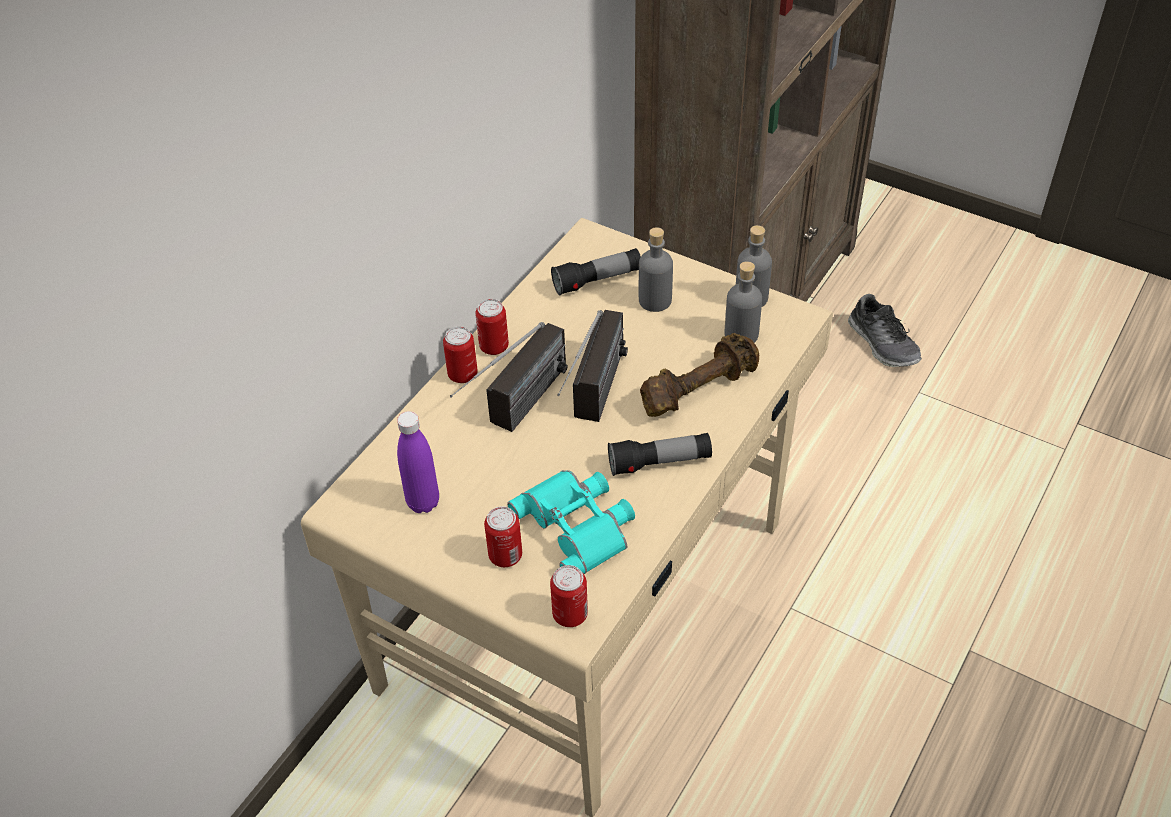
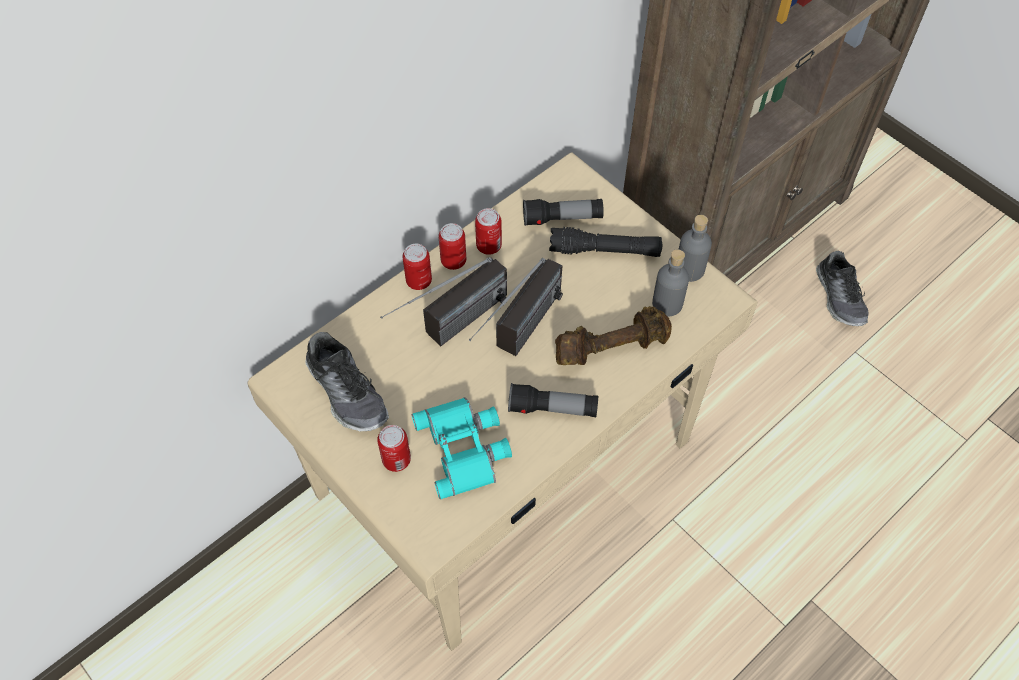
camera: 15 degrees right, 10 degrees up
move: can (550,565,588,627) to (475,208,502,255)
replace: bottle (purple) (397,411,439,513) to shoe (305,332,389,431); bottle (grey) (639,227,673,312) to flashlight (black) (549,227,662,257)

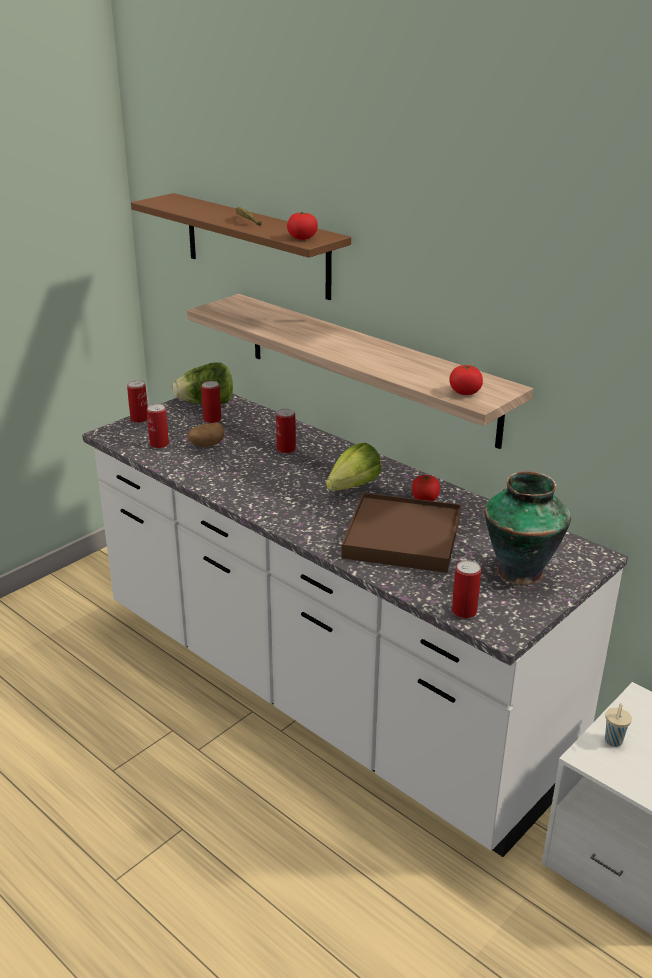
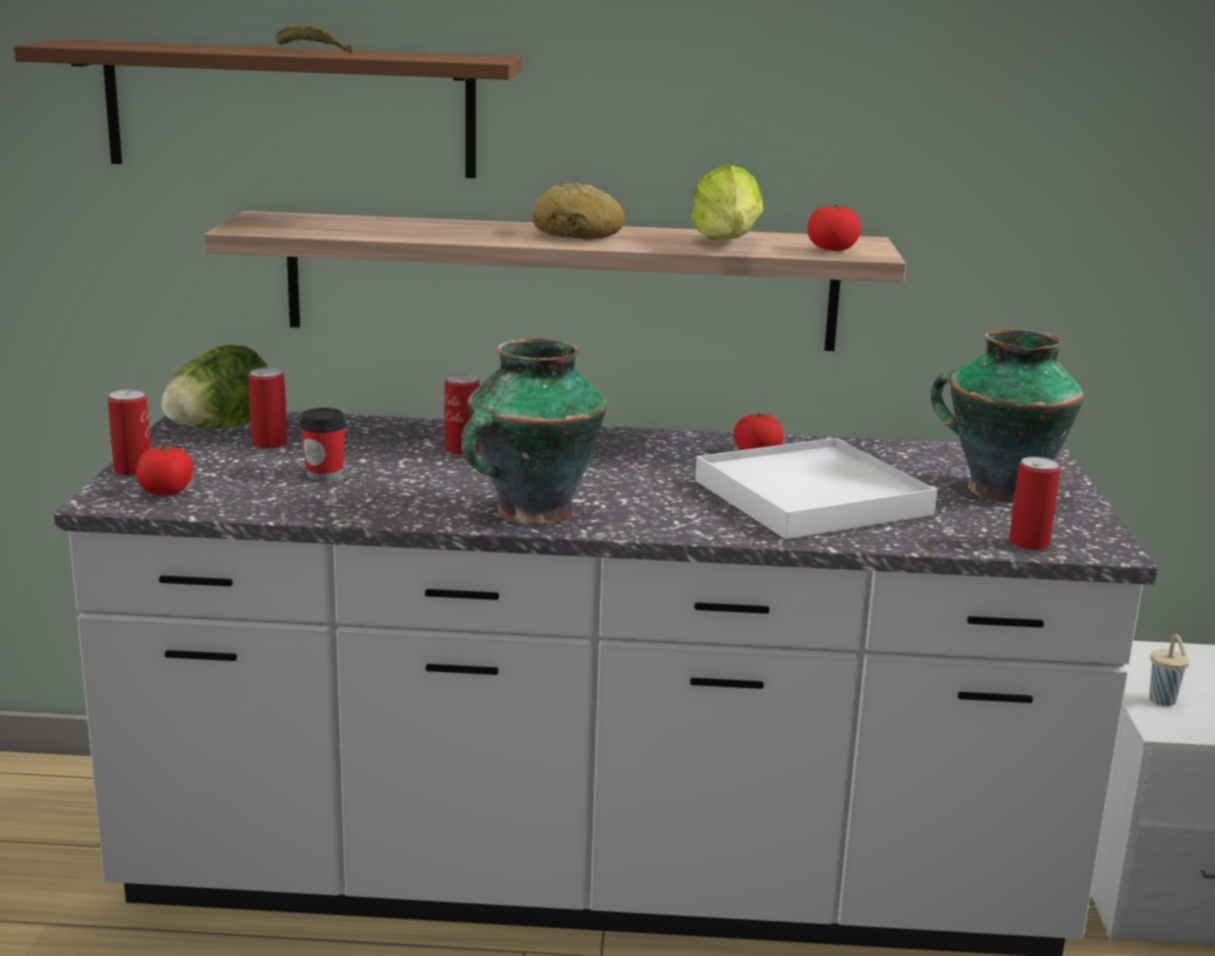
camera: 40 degrees left, 10 degrees down
delete: can (147,404,169,449)
insert: vase (461,338,606,525); bread (532,183,624,240)
move: tomato (287,212,318,240) to (136,446,193,496); lettuce (326,443,381,491) to (691,164,764,240)
replace: potato (187,423,225,447) to cup (300,408,346,481)
recolor: tray (brown) (341,493,461,573) to tray (white) (695,438,937,539)

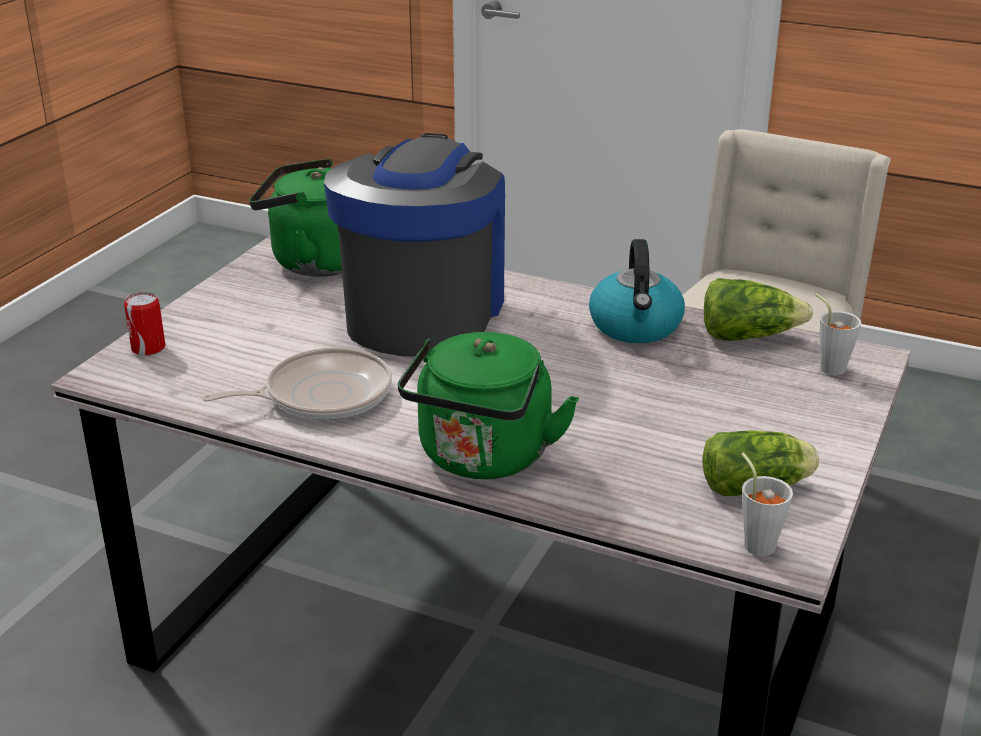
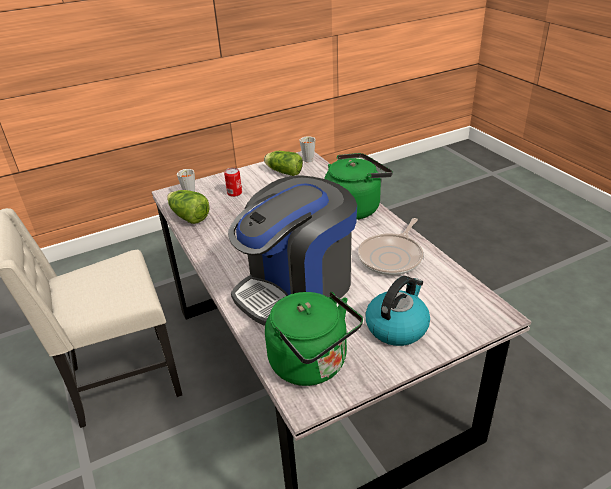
camera: 140 degrees left, 5 degrees up
move: can (124,292,165,356) to (224,168,242,197); kettle (589,239,685,343) to (365,276,430,346)
rotate: frying pan (202,348,392,420) = (358,218,423,275) 75 degrees counterclockwise

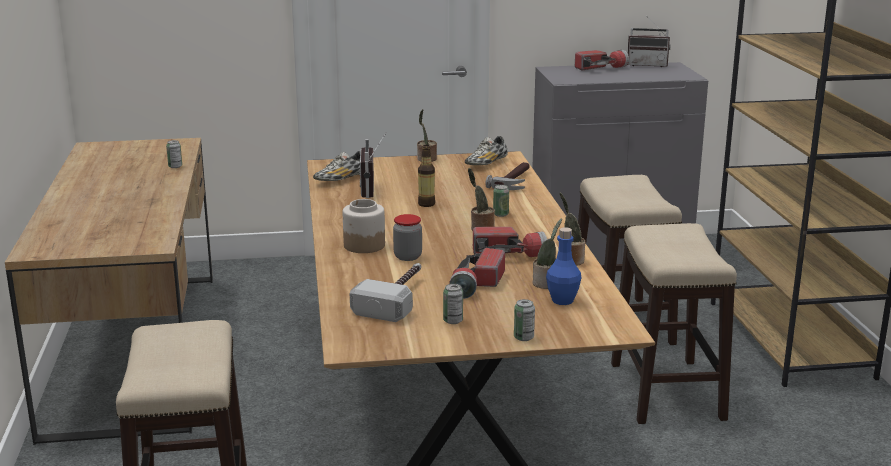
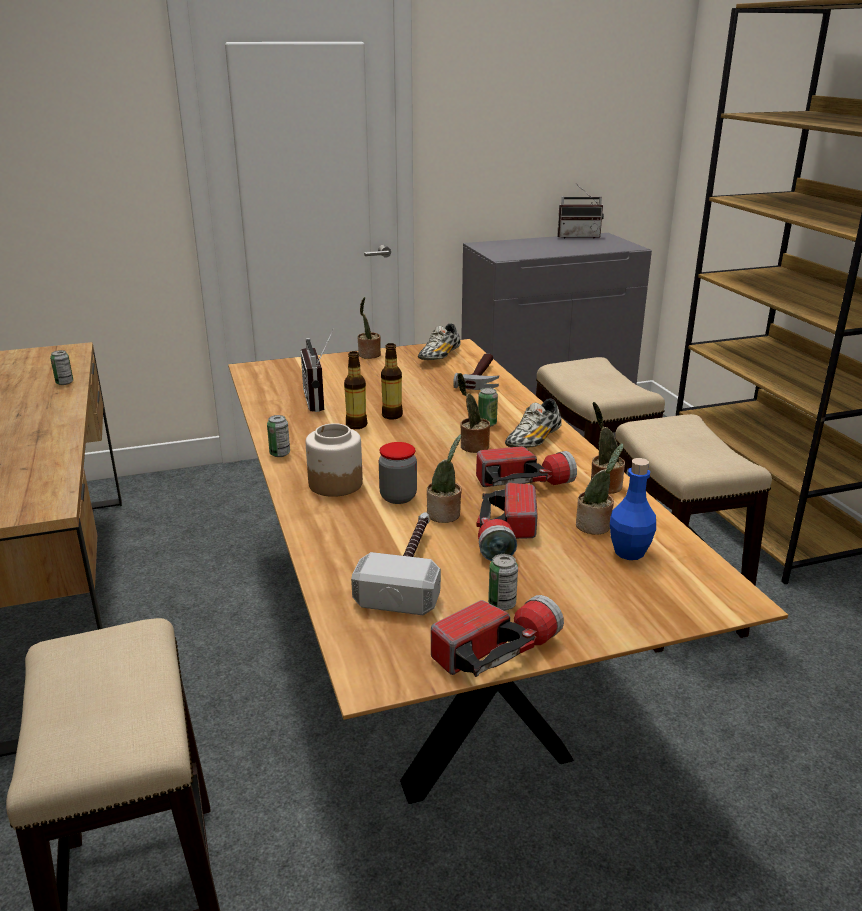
camera: 10 degrees left, 5 degrees up
insert: bottle (344,351,367,429); potted plant (427,435,462,523)
move: shoe (313,151,361,181) to (505,399,562,448); can (514,299,535,341) to (267,415,290,457); flashlight (575,50,629,70) to (431,595,564,677)

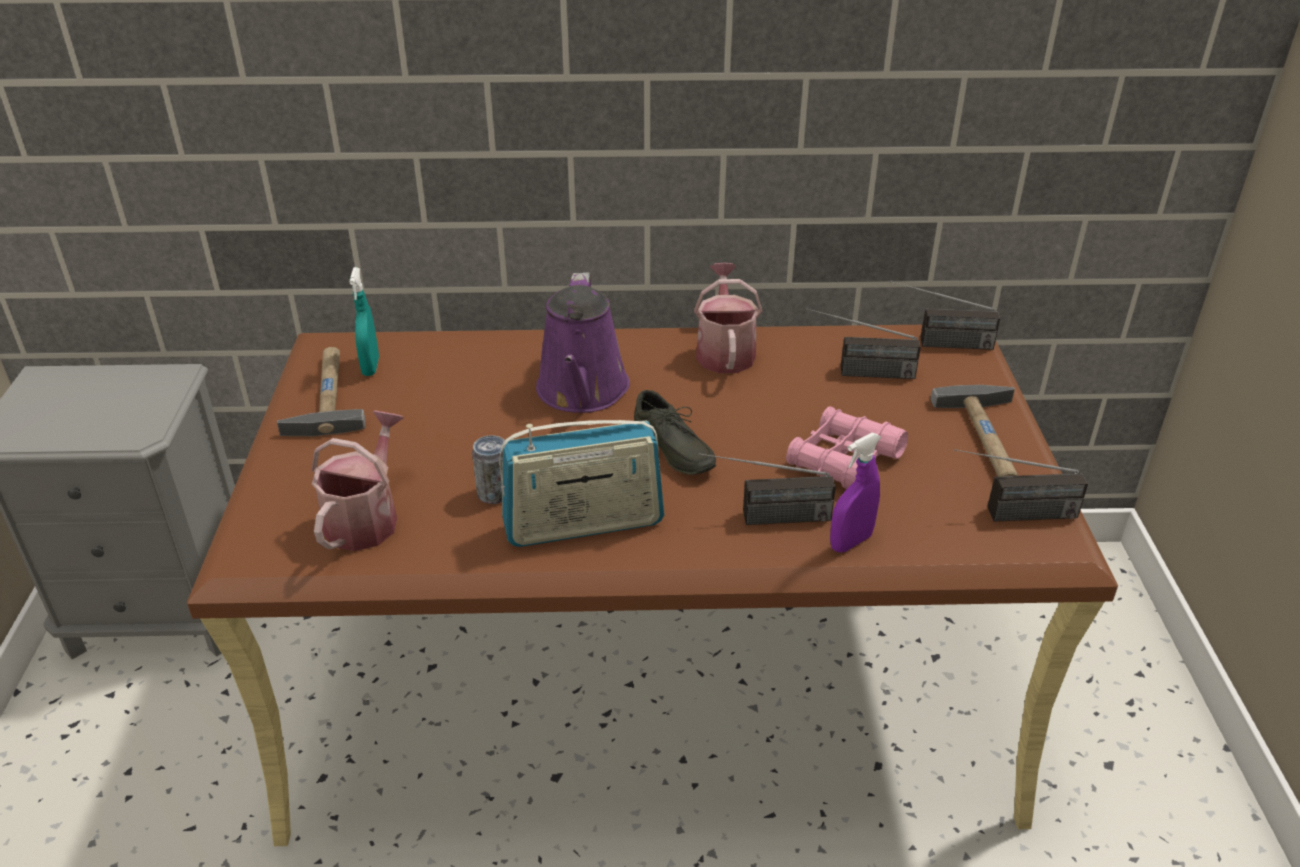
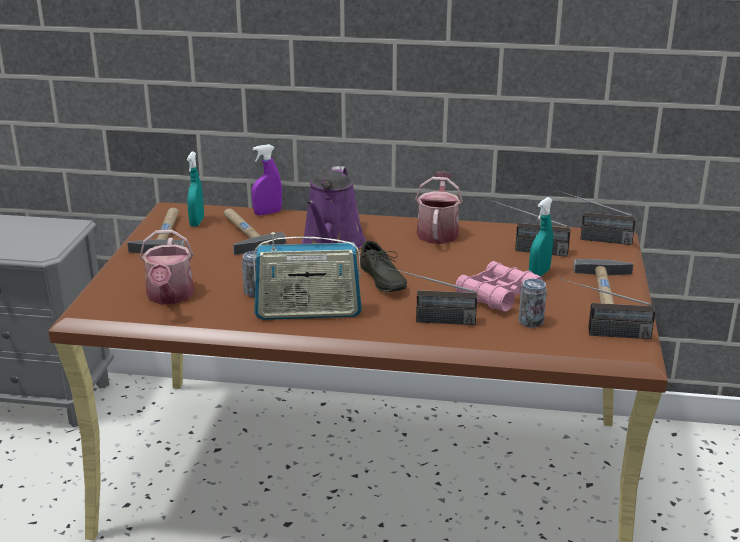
camera: 10 degrees right, 10 degrees down
insert: hammer (223,208,286,255); can (519,278,547,328); spray bottle (turquoise) (529,197,553,276)
move: spray bottle (purple) (830,433,881,553) to (252,144,282,216)
rotate: watering can (311,410,404,551) = (140,230,194,304) 150 degrees clockwise

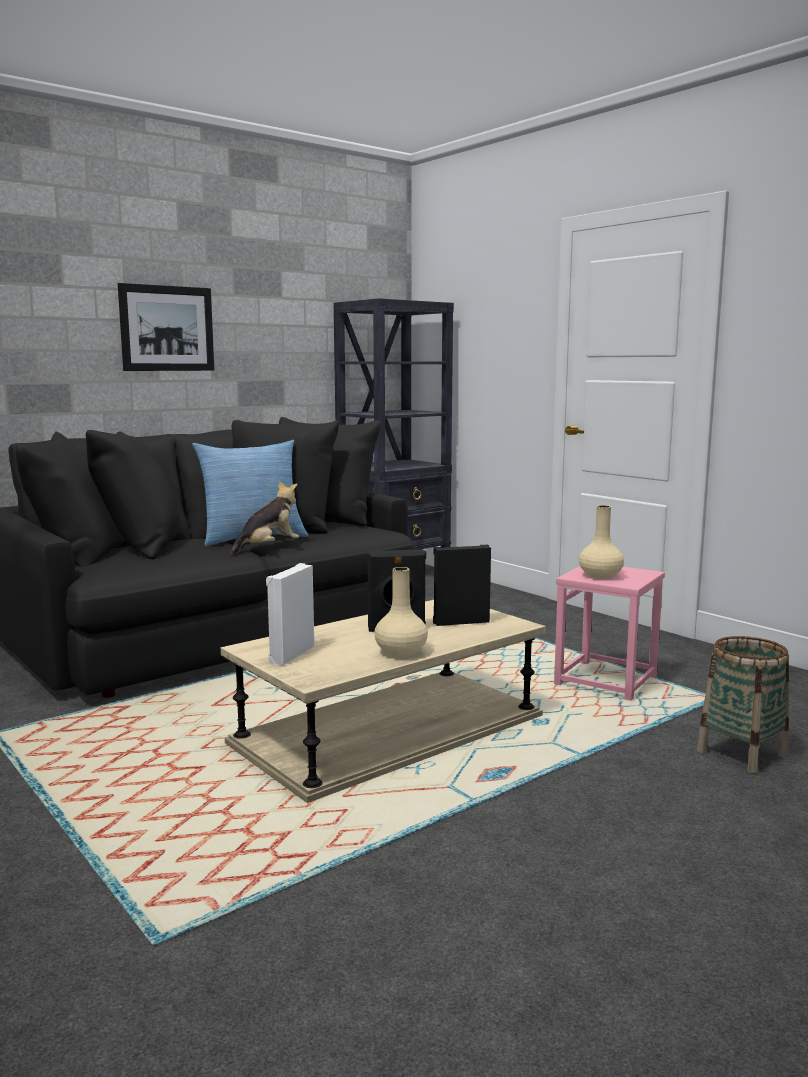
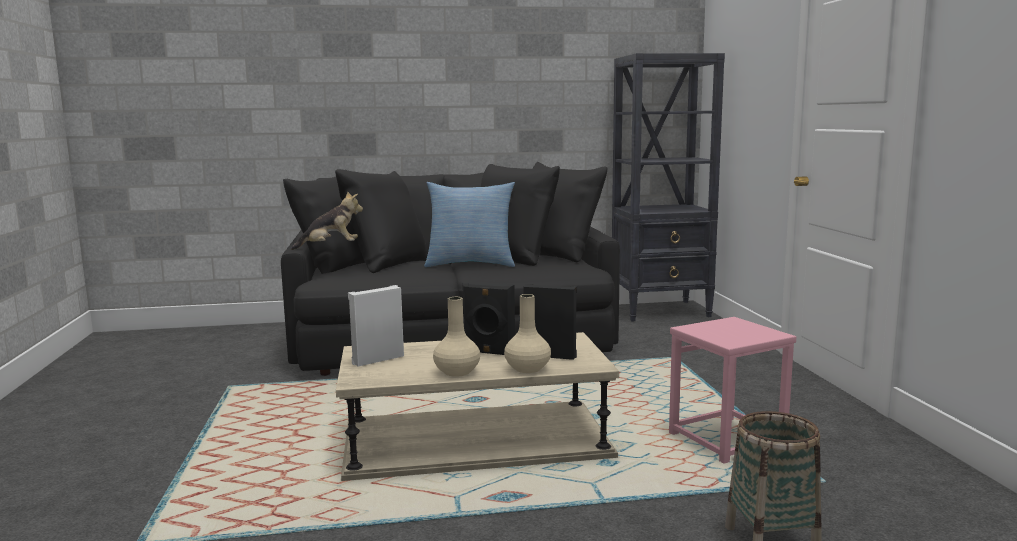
camera: 30 degrees right, 0 degrees up
delete: picture (118,283,214,371)
move: plush toy (230,481,299,555) to (291,191,363,250); vase (beige) (579,505,624,579) to (504,294,551,373)

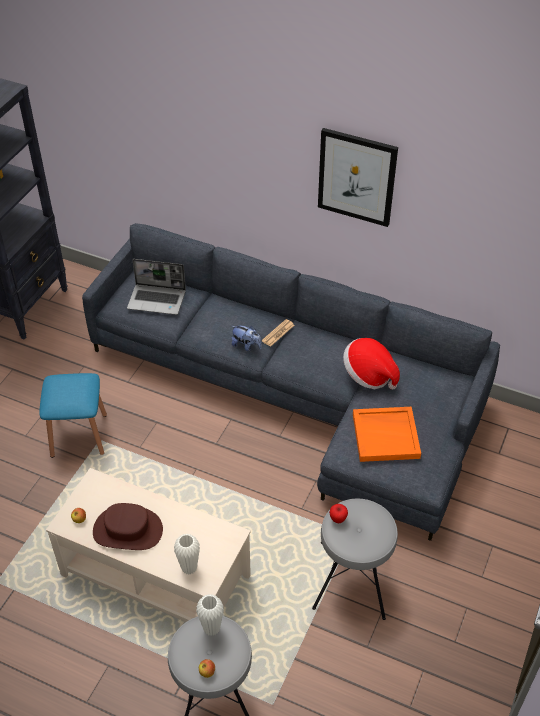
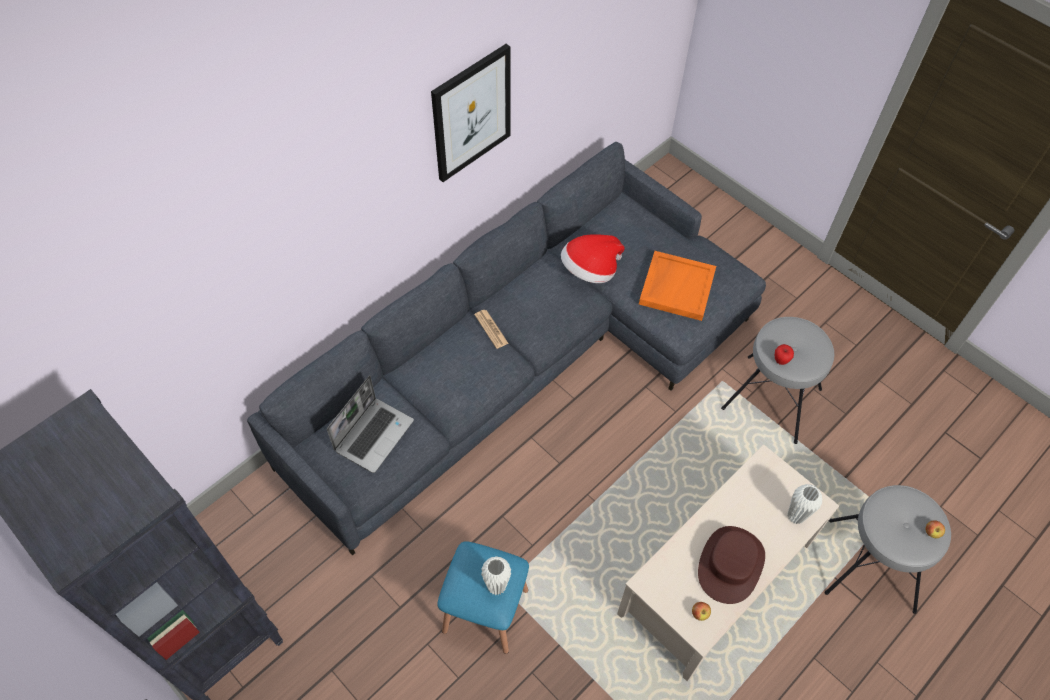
camera: 70 degrees left, 10 degrees up
delete: plush toy (232,326,262,351)
move: vase (white) (196,594,224,636) to (481,556,511,595)

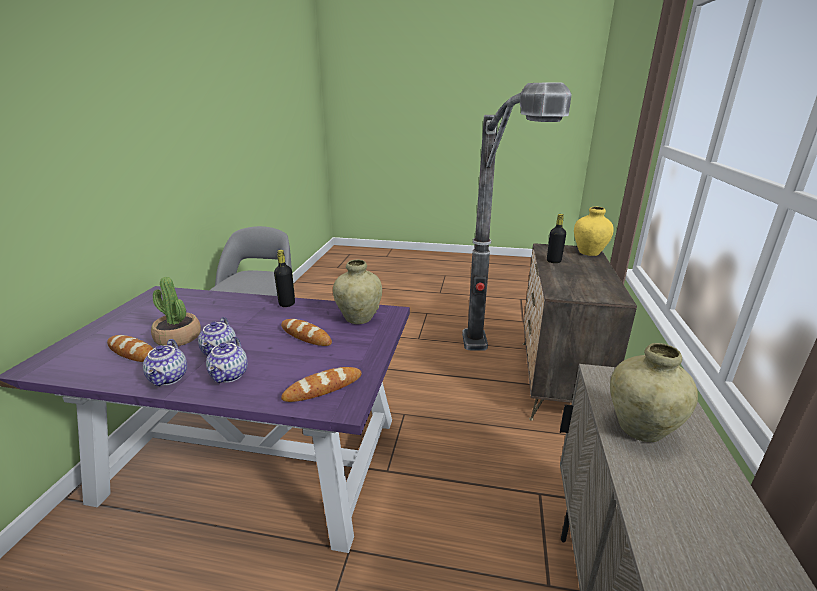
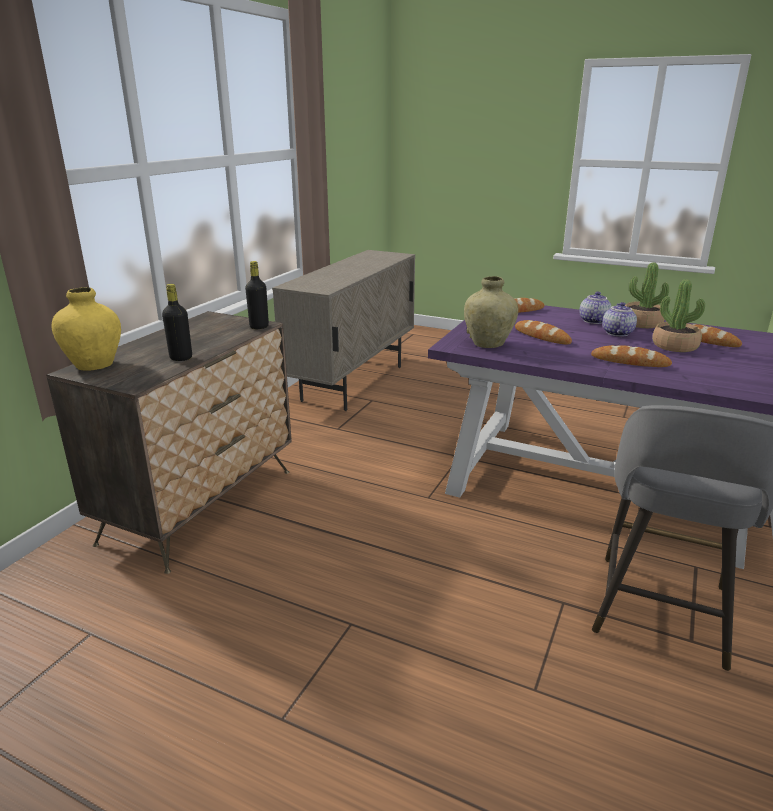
camera: 165 degrees left, 0 degrees up
delete: floor lamp (462,83,572,351); vase (beige) (610,343,698,442)
insert: bread (591,345,672,367)
move: bottle (black) (274,250,295,307) to (245,261,269,329)
replace: teapot (143,339,187,386) to potted plant (625,262,669,328)

